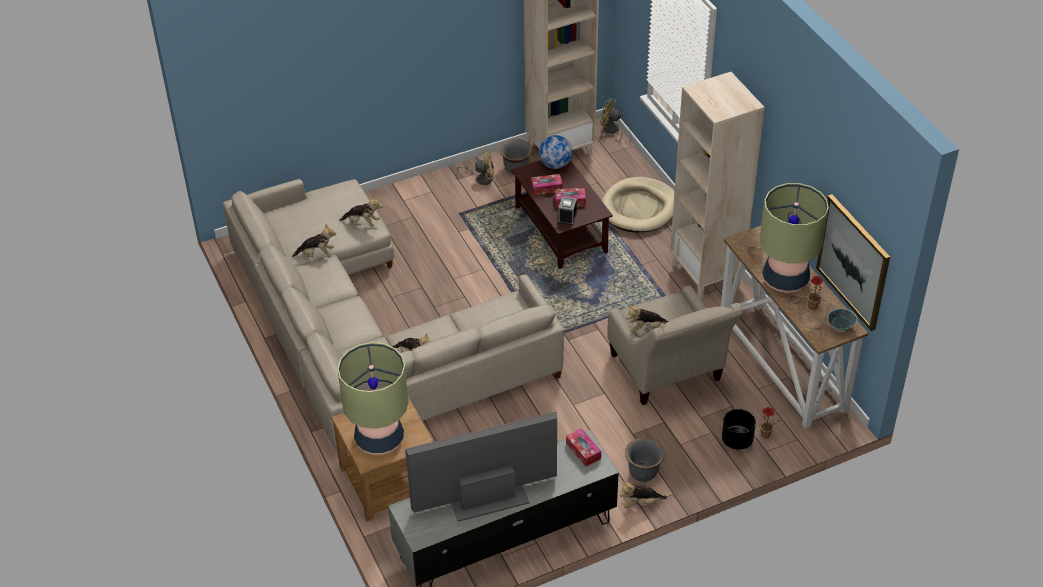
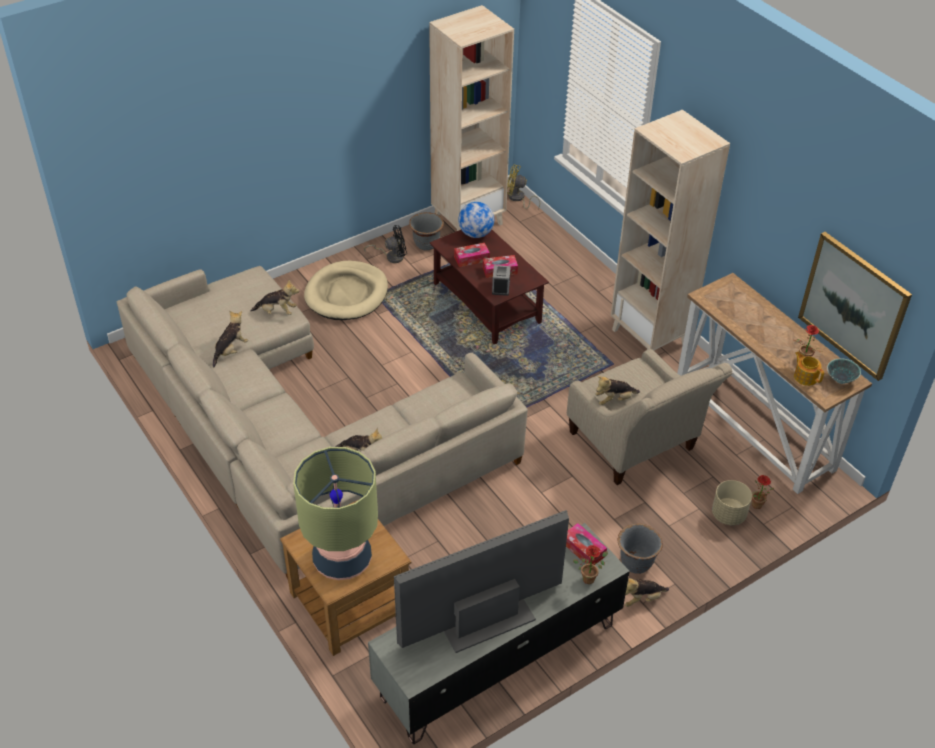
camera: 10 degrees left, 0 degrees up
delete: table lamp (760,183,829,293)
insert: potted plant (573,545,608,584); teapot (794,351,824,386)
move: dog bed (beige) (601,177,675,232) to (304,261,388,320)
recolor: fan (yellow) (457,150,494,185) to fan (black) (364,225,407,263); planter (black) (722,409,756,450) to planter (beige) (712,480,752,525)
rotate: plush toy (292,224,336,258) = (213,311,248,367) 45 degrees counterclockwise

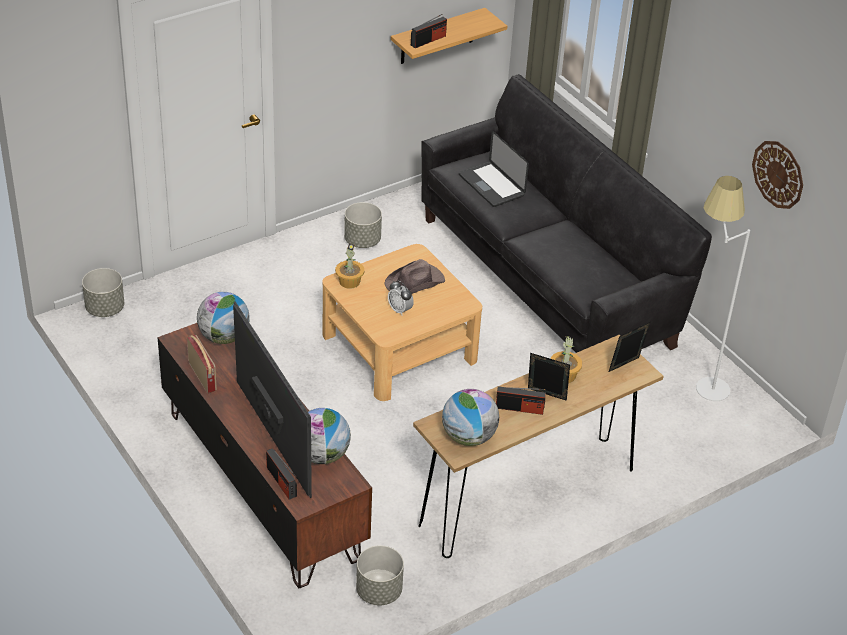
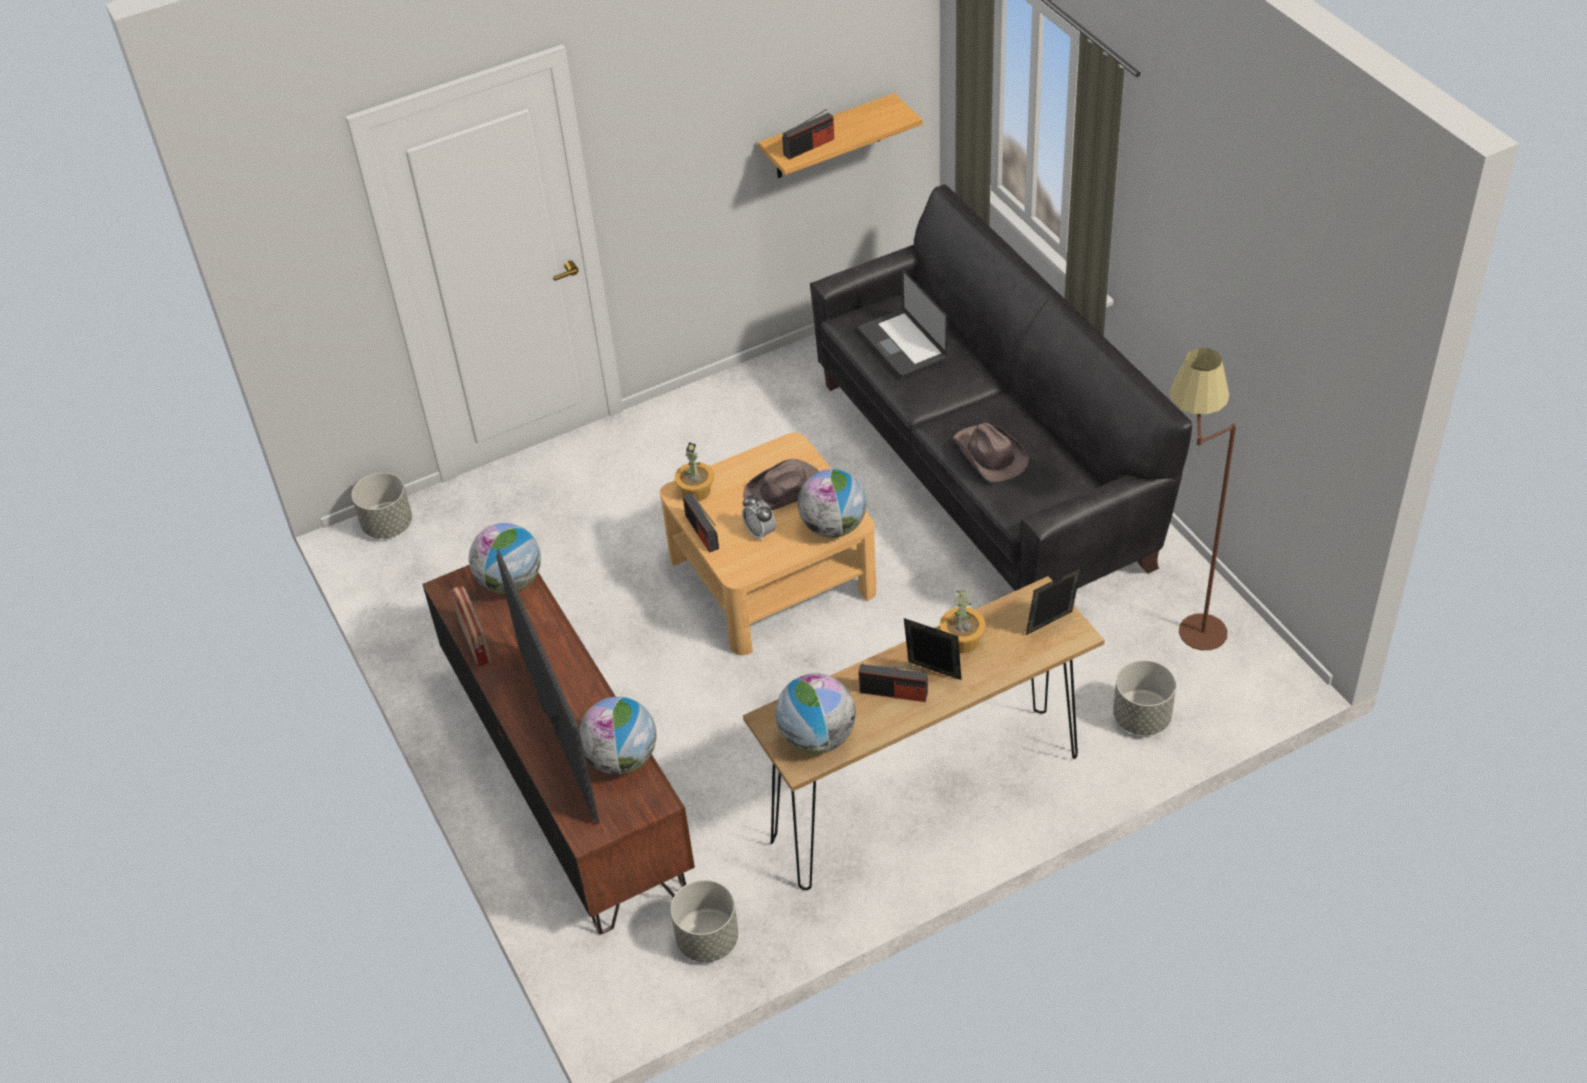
camera: 10 degrees right, 5 degrees up
delete: wall clock (752,141,803,209)
insert: globe (798,469,866,538); hat (brown) (953,422,1029,482)
move: radio (266,448,297,499) to (683,493,719,553); planter (grey) (344,202,382,248) to (1113,660,1176,735)
recolor: floor lamp (white) (696,176,750,401) to floor lamp (brown) (1169,348,1236,650)

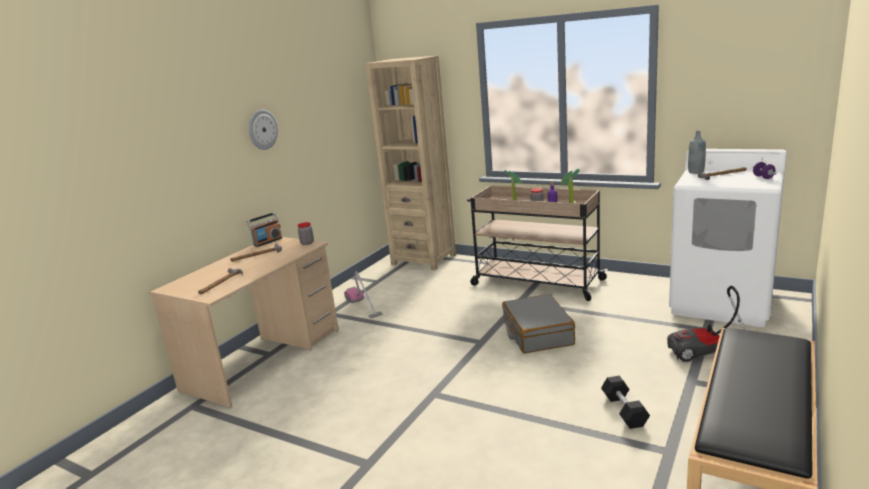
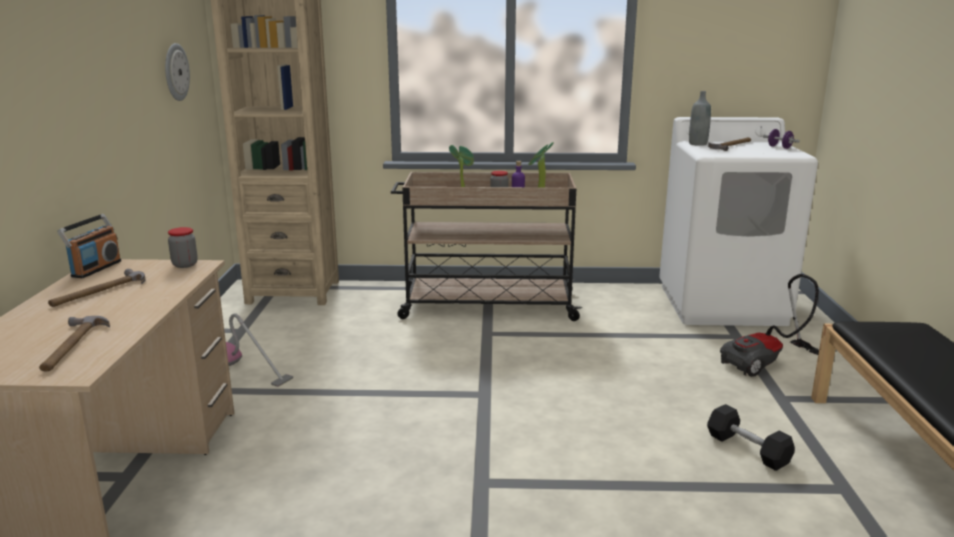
camera: 30 degrees left, 0 degrees up
delete: suitcase (grey) (502,294,575,353)
move: wall clock (248,109,278,150) to (165,43,190,101)

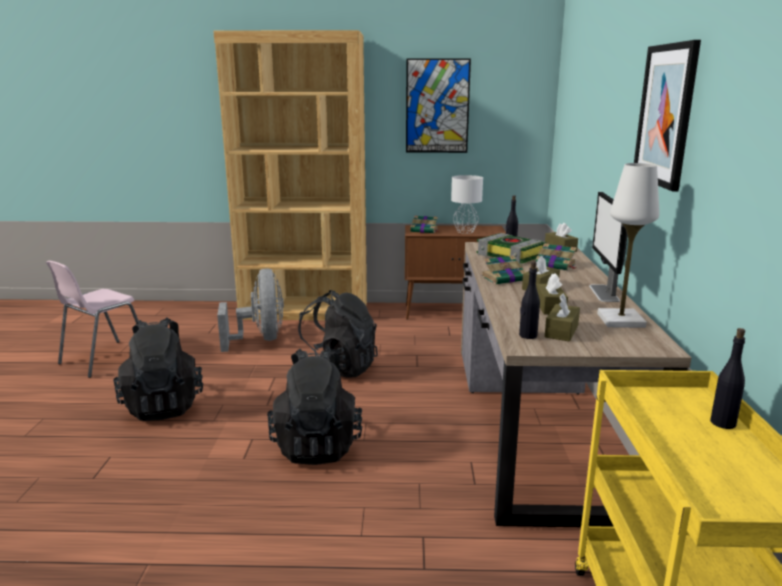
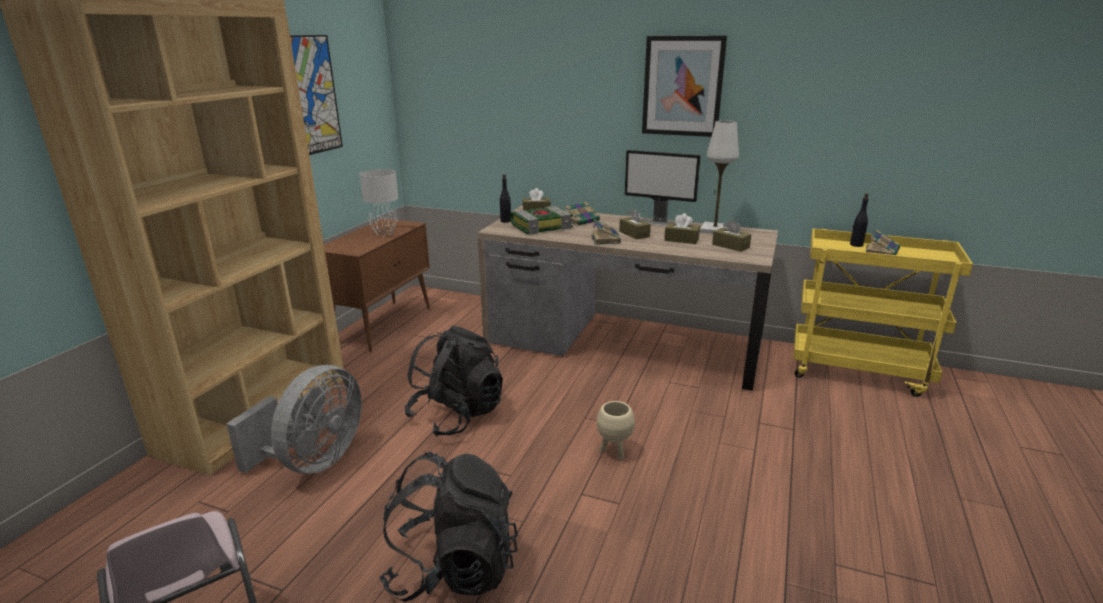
camera: 70 degrees left, 5 degrees up
delete: bottle (black) (519,261,540,339)
move: book (410,215,439,233) to (865,229,900,255)
replace: backpack (black) (267,348,362,465) to planter (beige) (597,401,635,460)
rotate: fan (grey) (217,268,284,352) = (226,365,362,474) 105 degrees clockwise

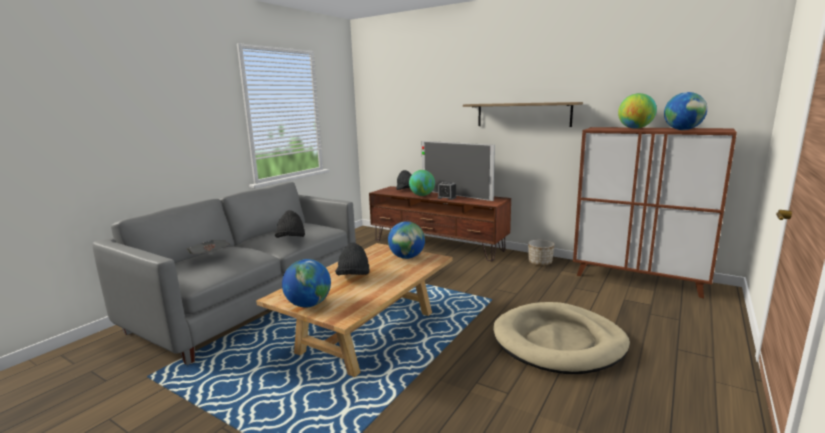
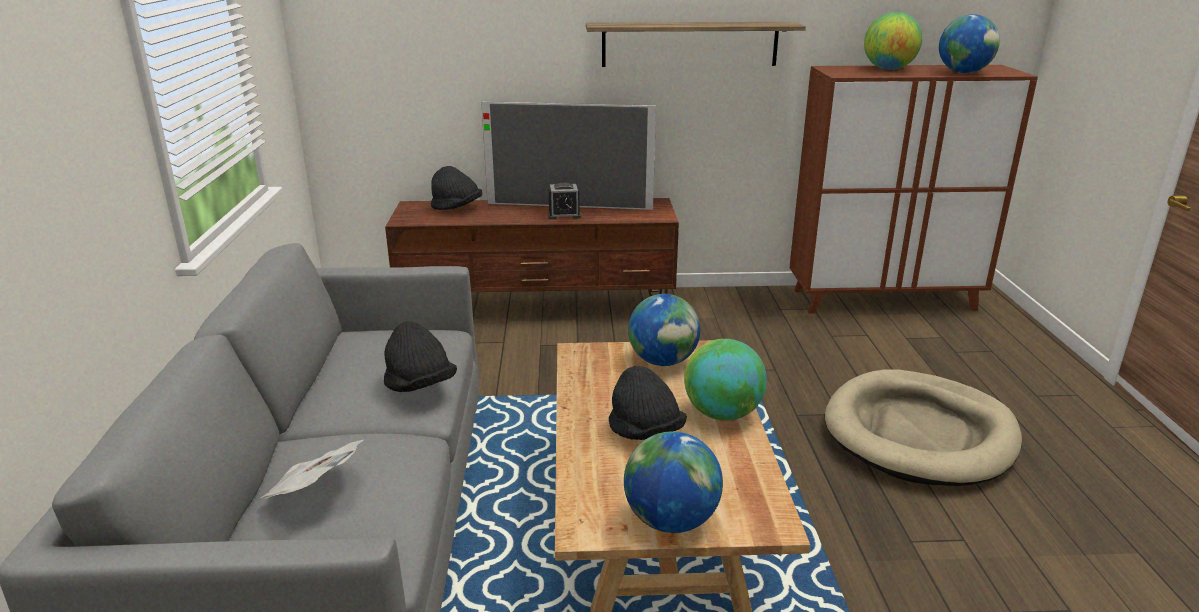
camera: 35 degrees left, 10 degrees up
delete: planter (528,240,554,266)
move: globe (409,170,435,196) to (684,339,767,421)

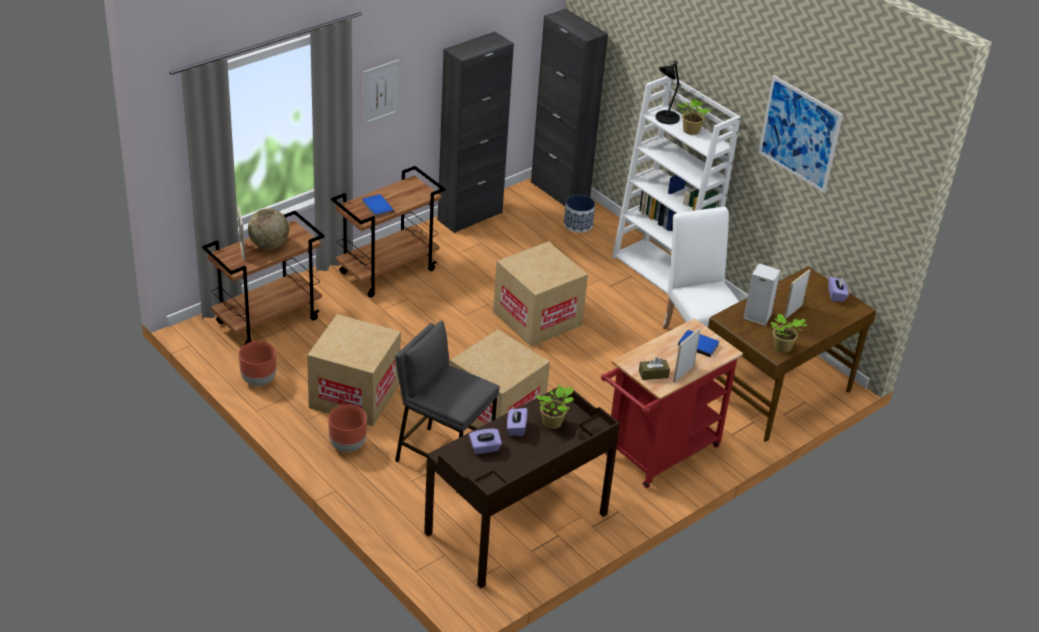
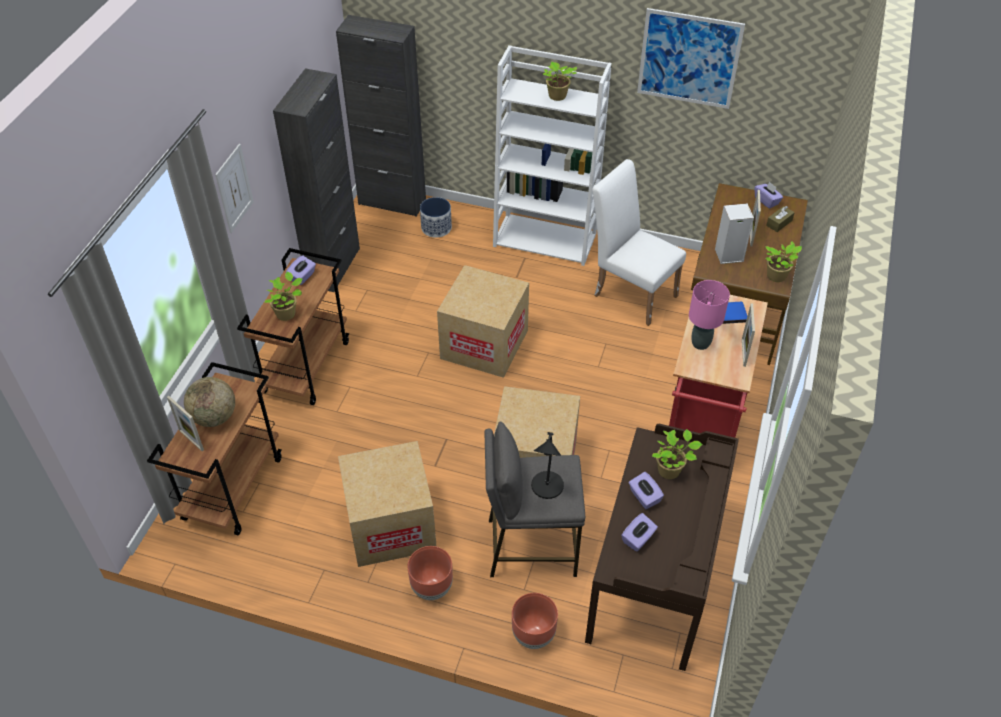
camera: 30 degrees left, 10 degrees up
insert: tissue box (purple) (286,255,316,285); table lamp (pink) (689,280,730,350)
move: planter (brown) (239,341,276,386) to (512,593,558,649); tissue box (brown) (639,357,670,380) to (766,206,795,232); table lamp (black) (655,60,681,124) to (531,432,564,499)
replace: book (blue) (362,194,394,218) to potted plant (264,272,303,321)

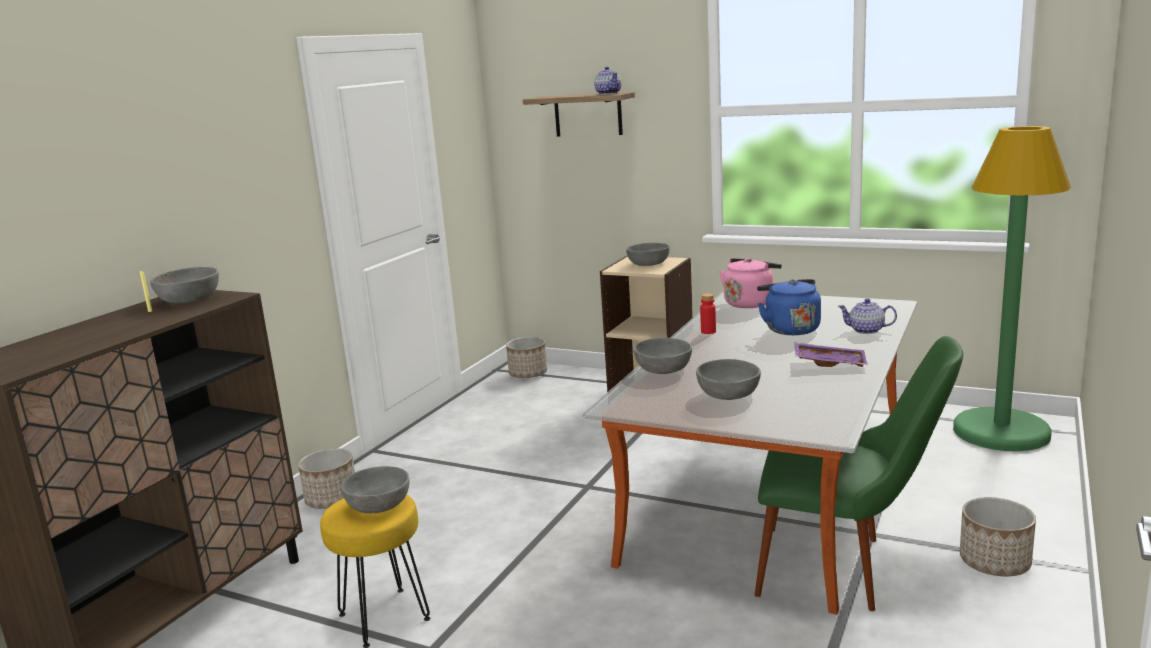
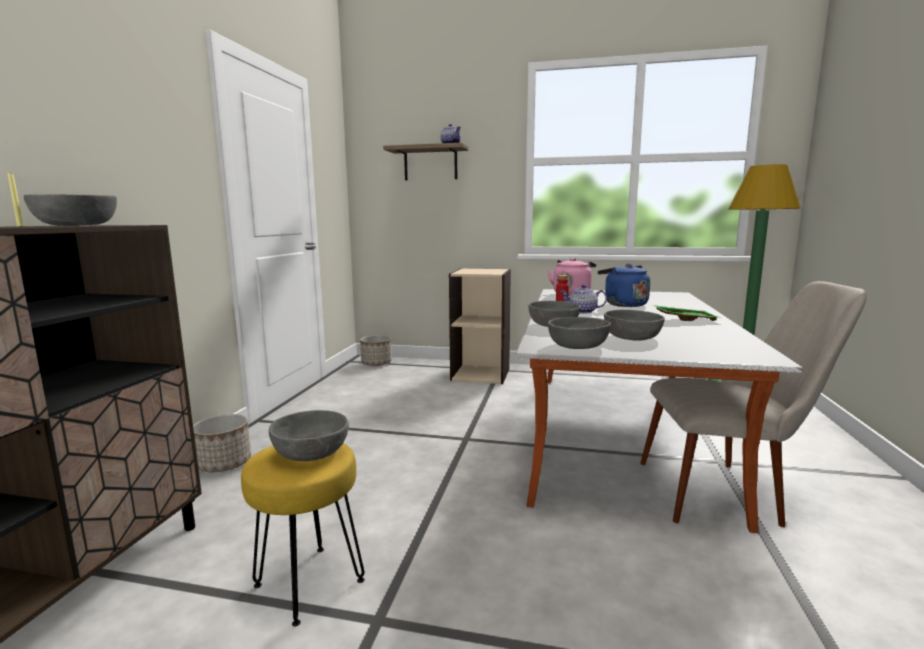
camera: 15 degrees left, 5 degrees down
delete: planter (960,497,1036,576)
move: bowl (grey) (626,243,670,266) to (548,317,611,349); teapot (838,298,897,334) to (560,284,607,314)
recolor: chair (green) (755,336,963,611) to chair (beige) (640,281,867,527); tray (purple) (795,342,868,367) to tray (green) (653,305,721,321)

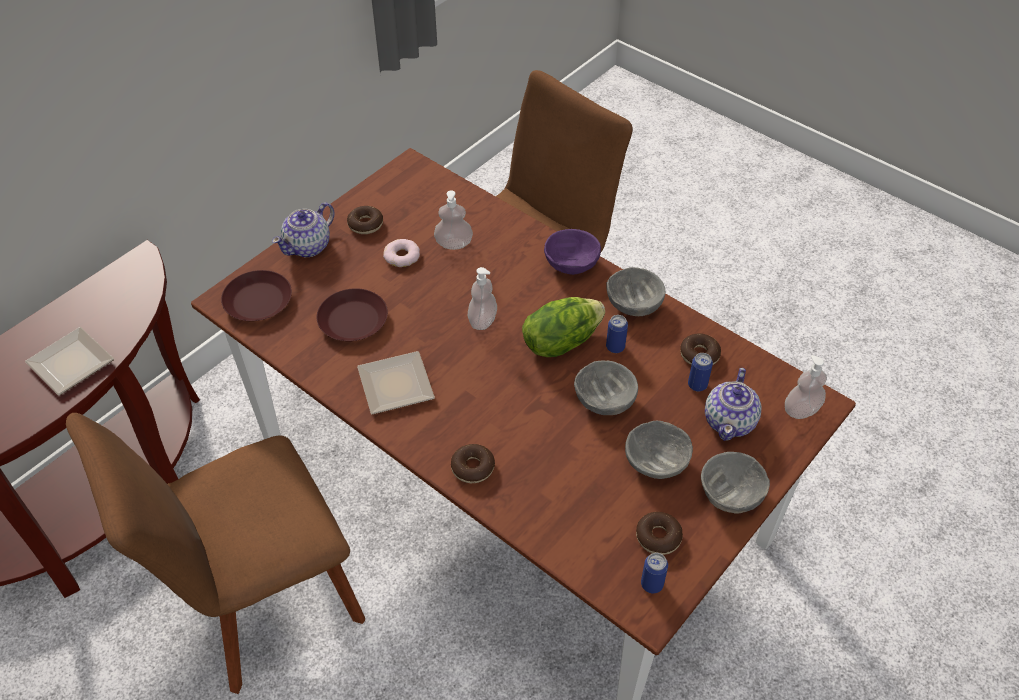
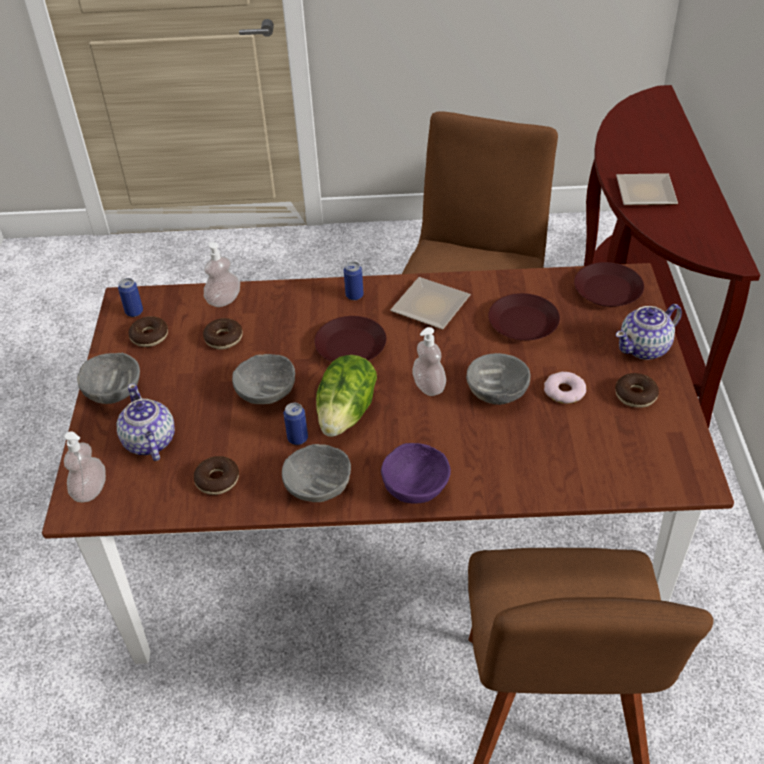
camera: 140 degrees right, 5 degrees down
insert: plate (brown) (314,316,386,362)
move: soap dispenser (434,190,473,250) to (204,242,240,307); donut (451,444,495,483) to (203,318,243,349); bowl (grey) (625,421,693,479) to (466,353,531,405); can (688,353,713,392) to (344,261,364,300)
rotate: teapot (272,202,335,257) = (616,304,682,360) 120 degrees counterclockwise

